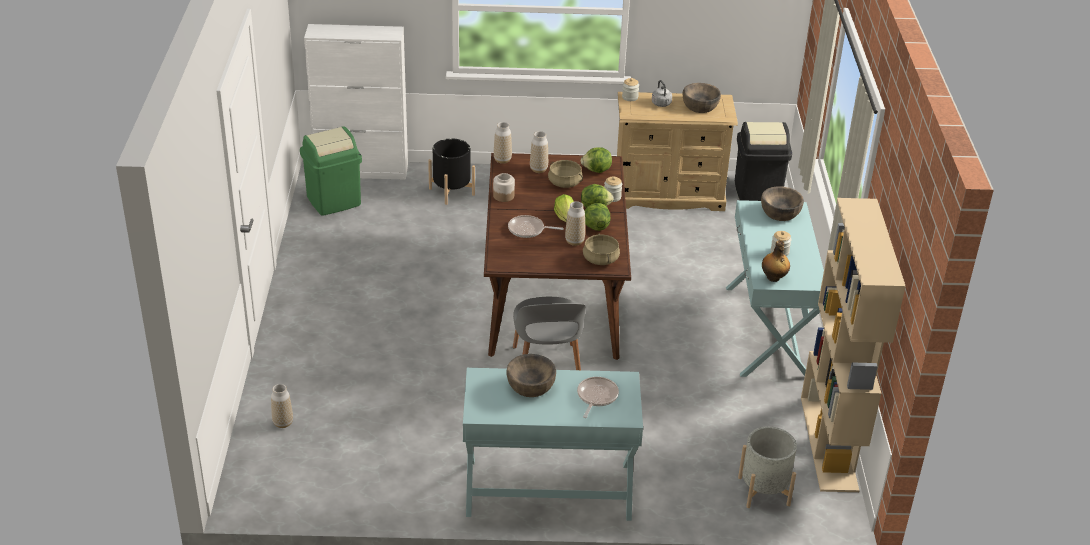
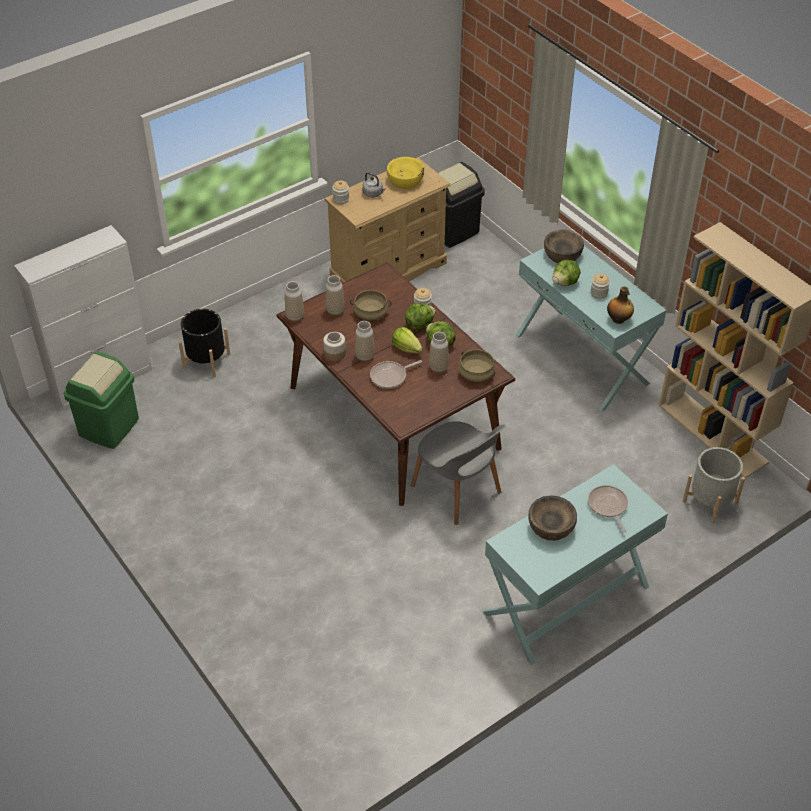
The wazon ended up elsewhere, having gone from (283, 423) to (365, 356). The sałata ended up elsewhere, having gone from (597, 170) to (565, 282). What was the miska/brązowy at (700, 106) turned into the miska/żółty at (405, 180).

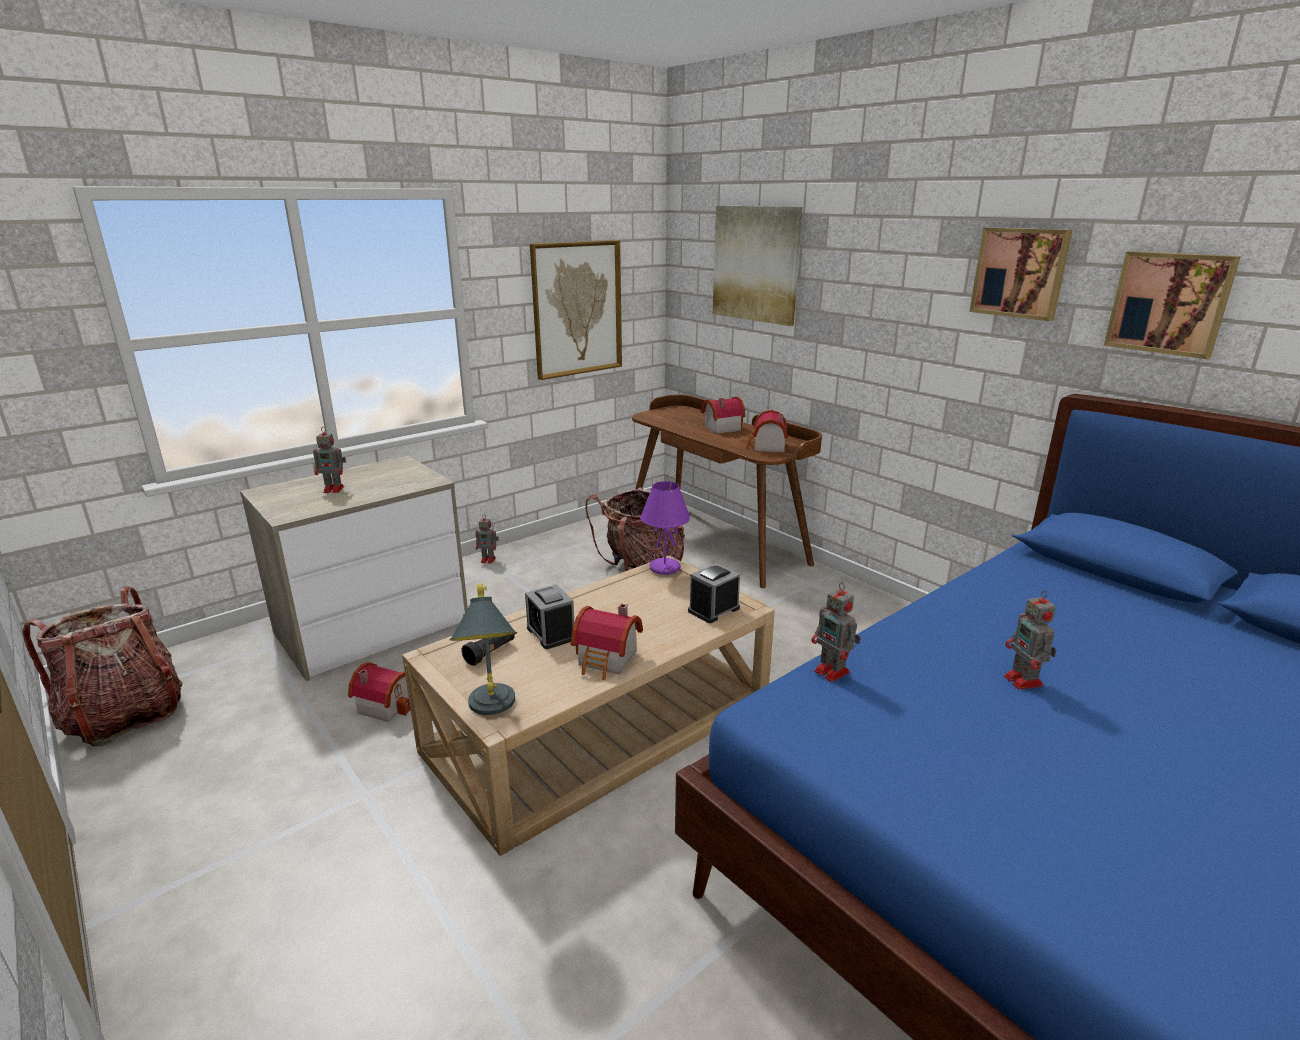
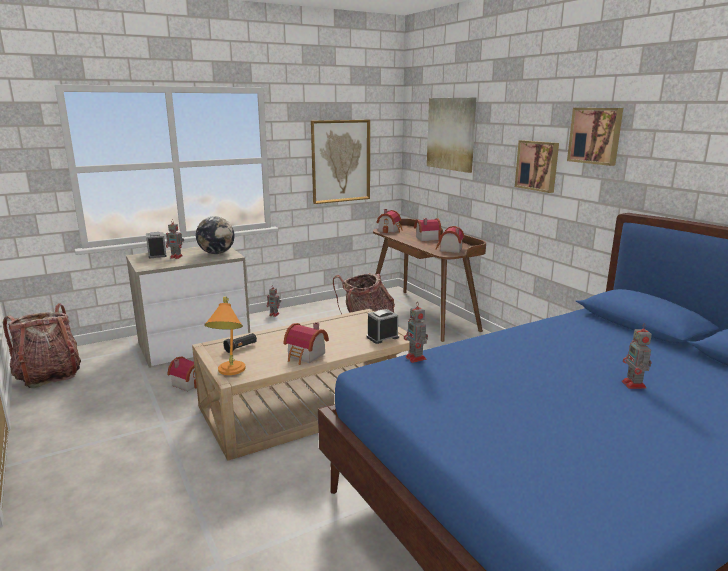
The second view lost the lampa stołowa/fioletowy at (664, 568). The second view gained the globus at (216, 253). The second view gained the domek at (390, 230). The budzik ended up elsewhere, having gone from (551, 633) to (157, 254). The robot zabawkowy ended up elsewhere, having gone from (1024, 682) to (634, 385). The obraz ended up elsewhere, having gone from (1169, 303) to (537, 165). What was the lampa stołowa/szary at (491, 711) turned into the lampa stołowa/pomarańczowy at (229, 374).

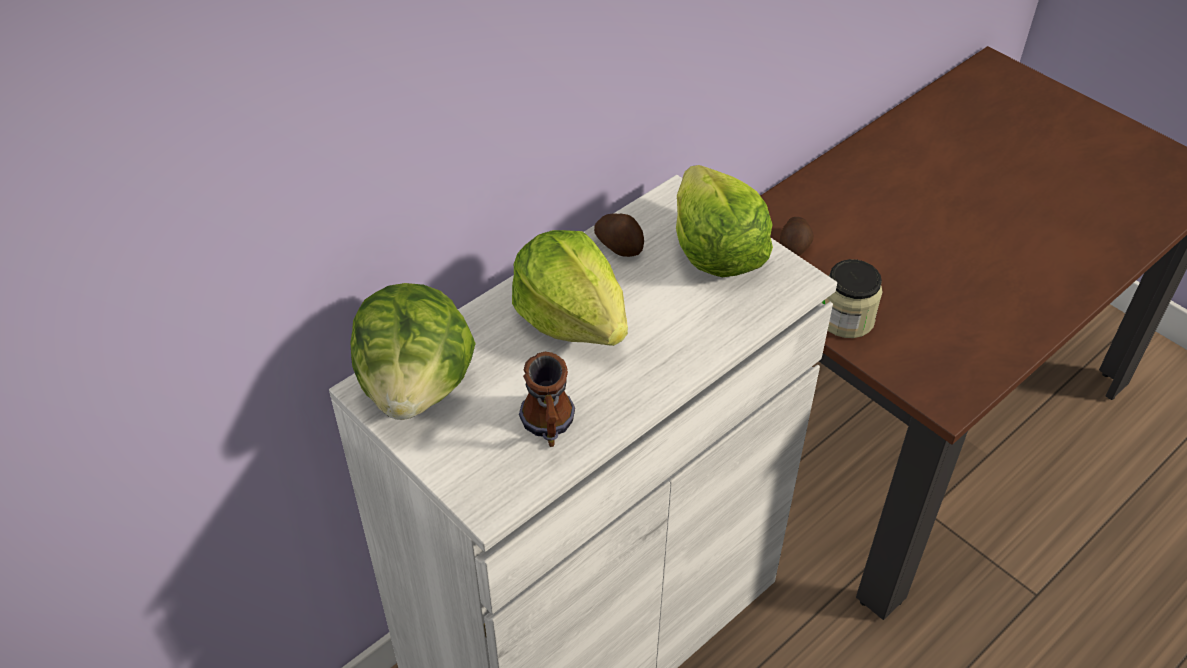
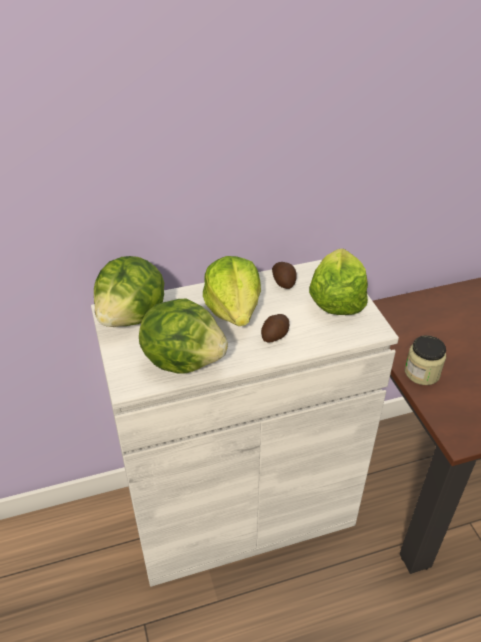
The ziemniak ended up elsewhere, having gone from (795, 246) to (276, 335). Where the kubek stood at (549, 428), the sałata came to stand at (184, 359).

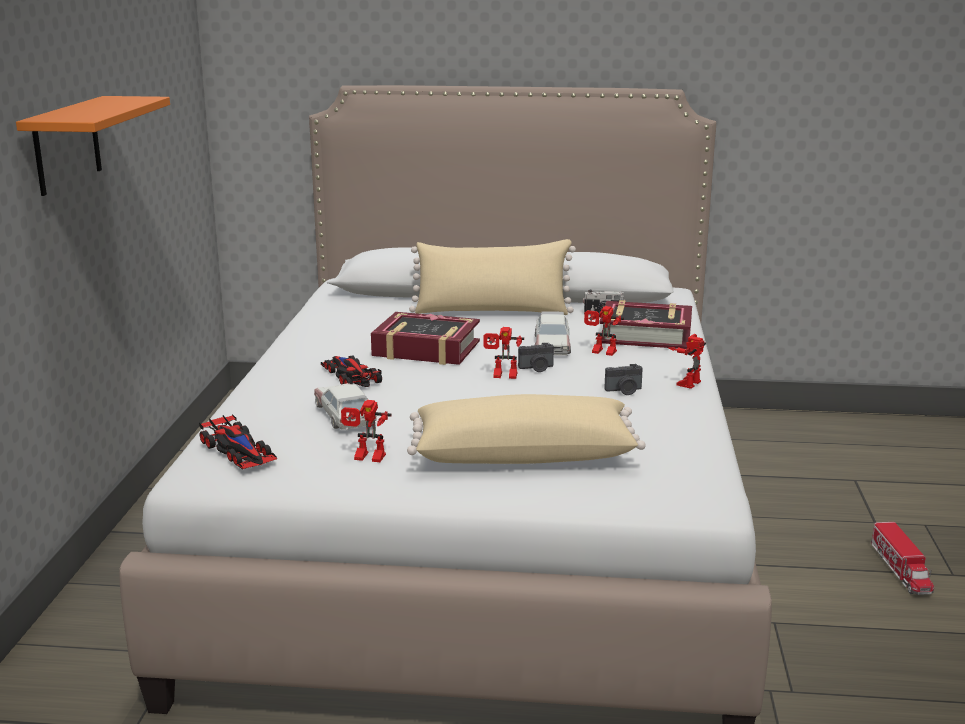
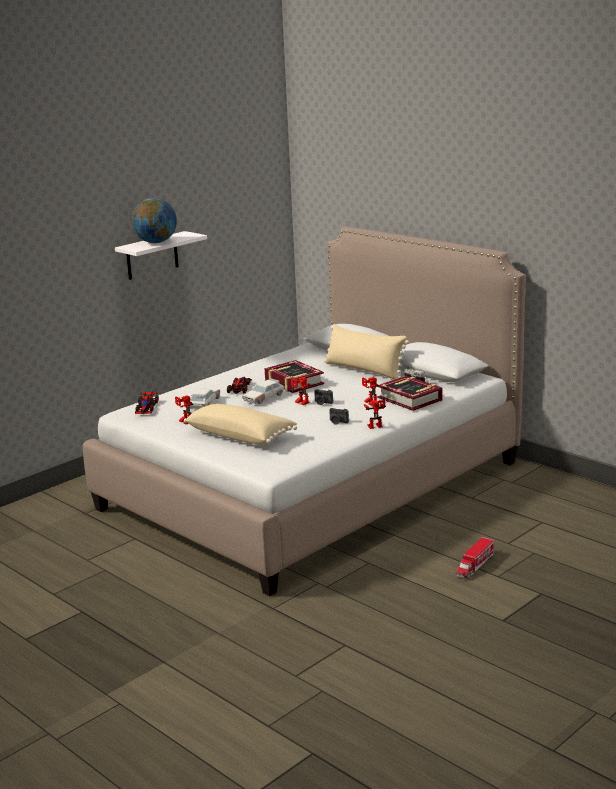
The second view gained the globus at (156, 242). The samochodzik ended up elsewhere, having gone from (552, 344) to (264, 397). What was the półka/pomarańczowy at (67, 145) turned into the półka/biały at (152, 256).

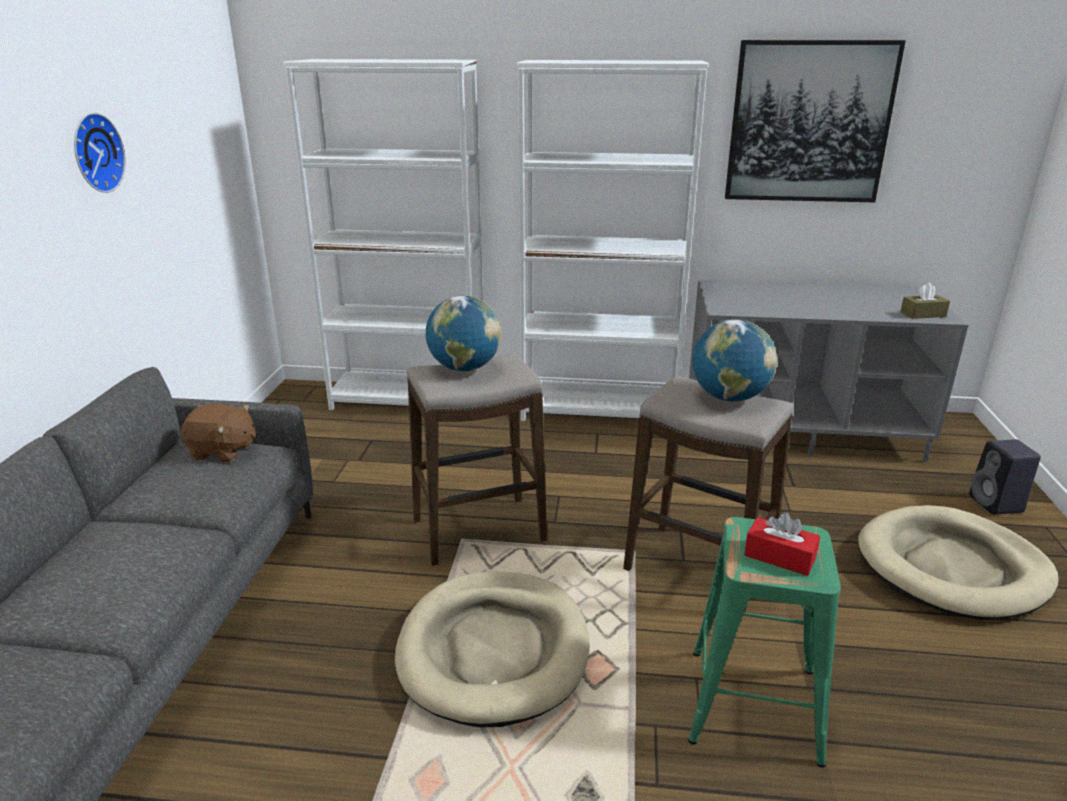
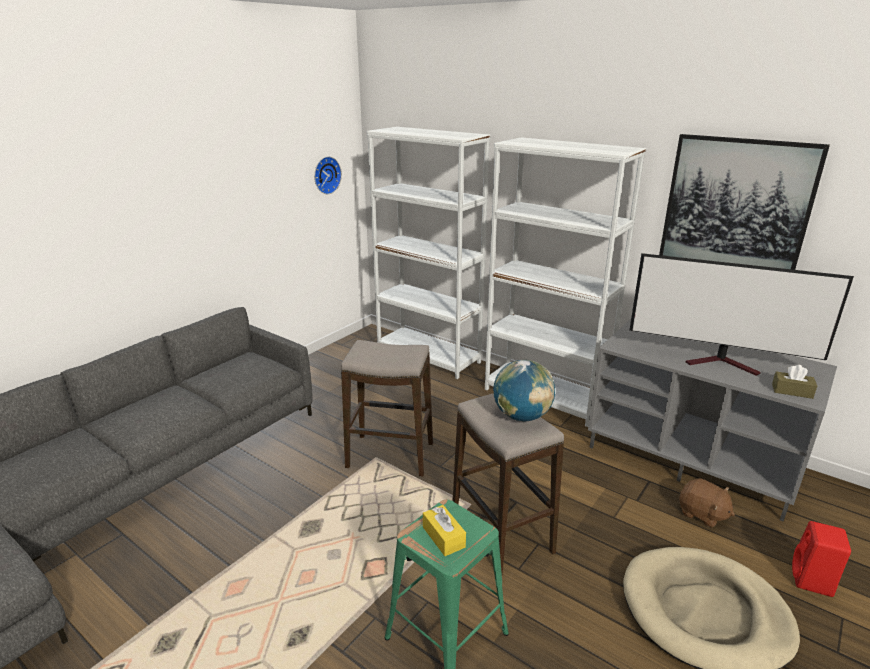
The second view lost the legowisko/beżowy at (494, 650). The second view lost the globus at (464, 368). The second view gained the telewizor at (723, 363). The zegar ścienny ended up elsewhere, having gone from (94, 153) to (325, 175). The pluszak/brązowy ended up elsewhere, having gone from (223, 451) to (702, 514). What was the pudełko chusteczek/czerwony at (779, 557) turned into the pudełko chusteczek/żółty at (443, 537). What was the głośnik/czarny at (997, 505) turned into the głośnik/czerwony at (812, 581).

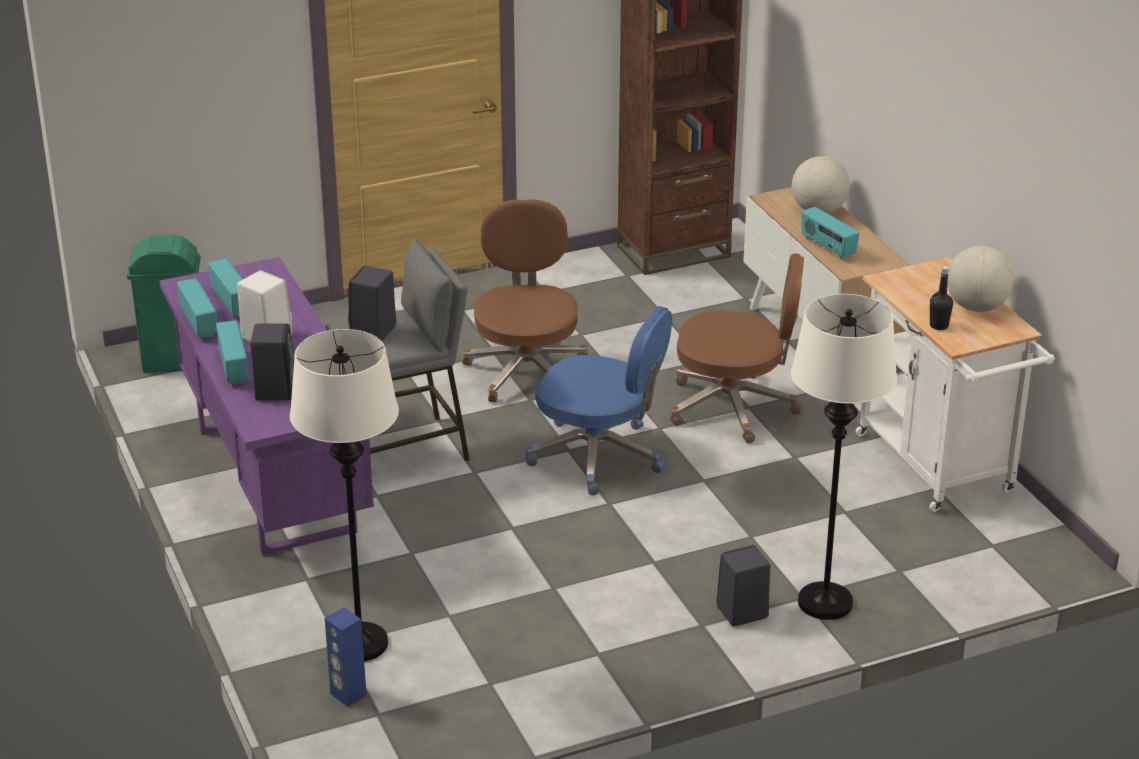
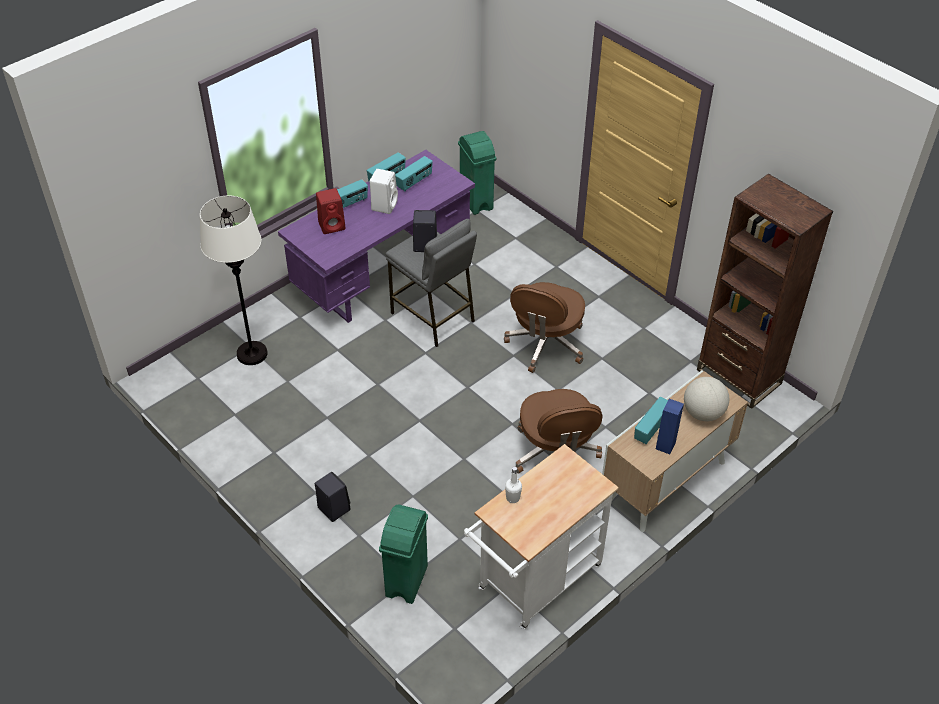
The second view lost the krzesło biurowe/niebieski at (599, 456). The second view lost the lampa stojąca/biały at (825, 603). The second view lost the globus at (976, 307). The second view gained the kosz na śmieci/zielony at (406, 581). The głośnik/niebieski ended up elsewhere, having gone from (348, 695) to (665, 445). What was the głośnik/czarny at (275, 389) turned into the głośnik/czerwony at (332, 225). What was the butelka/czarny at (939, 325) turned into the butelka/biały at (513, 498). The krzesło biurowe/brązowy at (526, 370) ended up facing another way, 135 degrees clockwise from before.

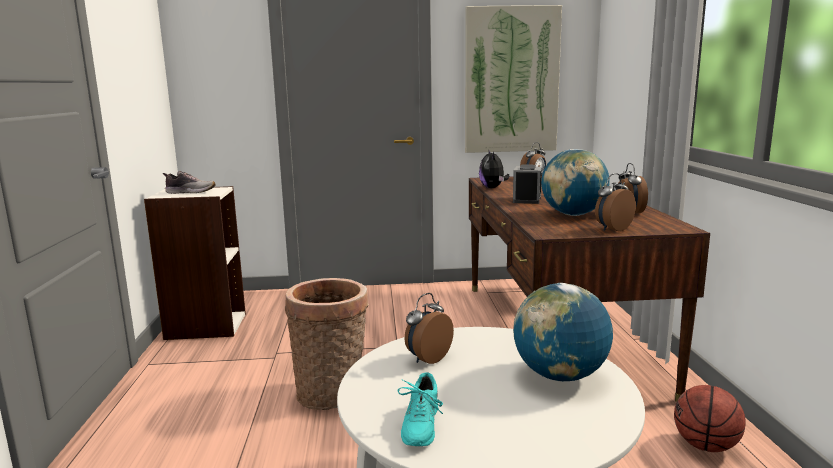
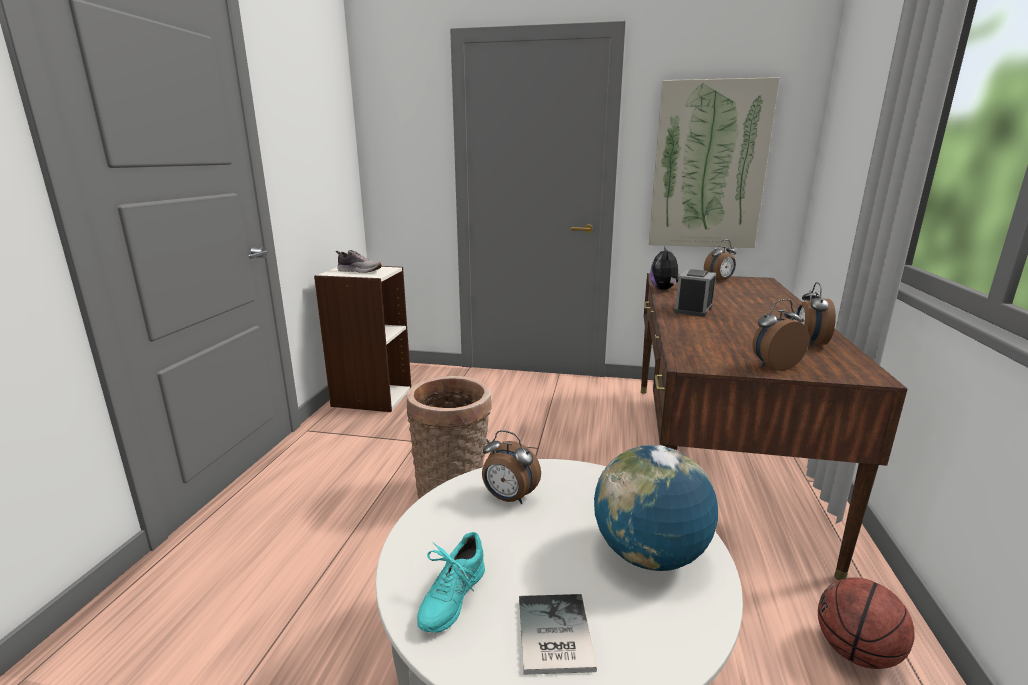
The second view lost the globus at (573, 215). The second view gained the książka at (552, 636). The budzik at (427, 358) ended up facing another way, 120 degrees counterclockwise from before.

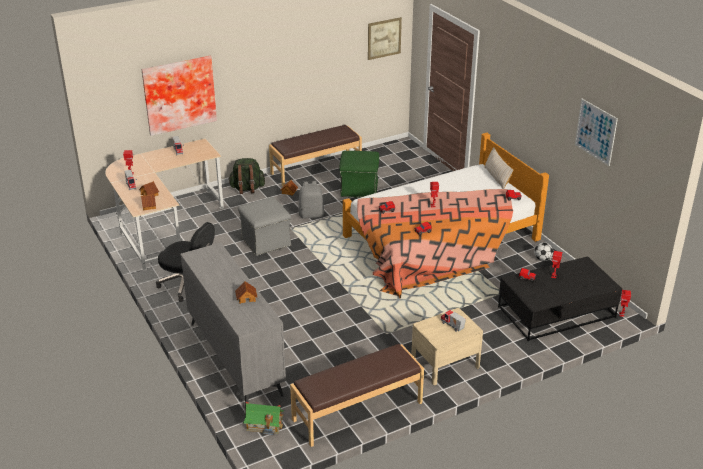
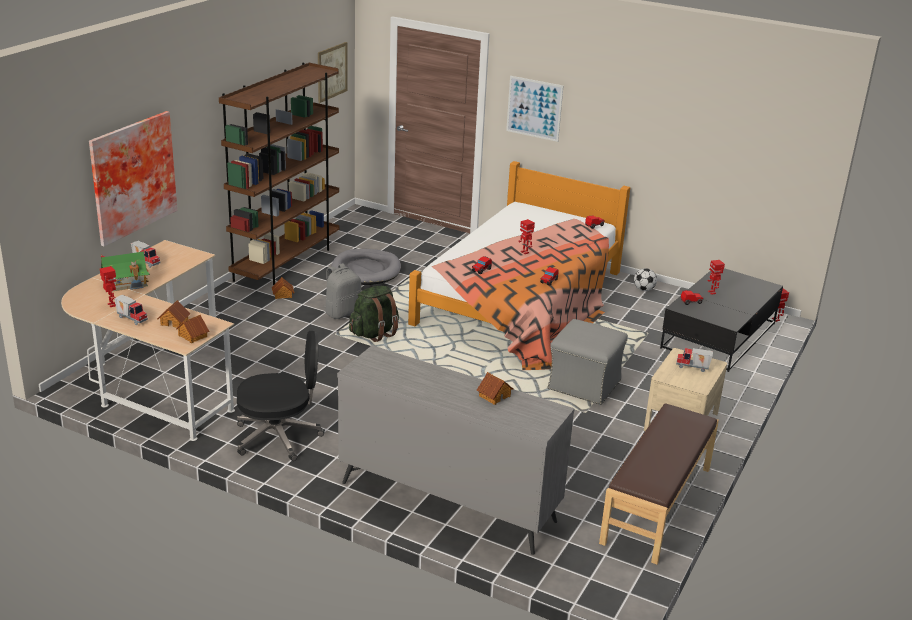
The second view lost the poduszka/beżowy at (497, 178). The plecak/zielony ended up elsewhere, having gone from (247, 189) to (374, 333). The pufa/szary ended up elsewhere, having gone from (265, 241) to (583, 384). The domek ended up elsewhere, having gone from (264, 424) to (125, 283). The obraz ended up elsewhere, having gone from (595, 132) to (534, 108). Where the ławka/brązowy stood at (316, 169), the regał/brązowy came to stand at (286, 262). Where the pufa/zielony stood at (359, 189), the legowisko/szary came to stand at (366, 270).

